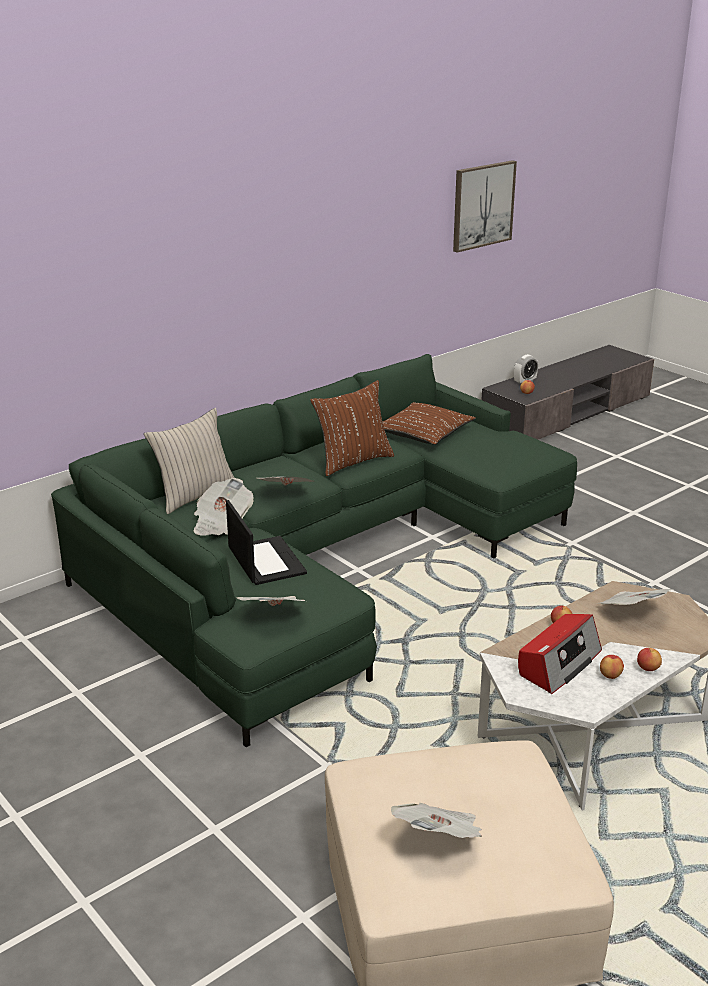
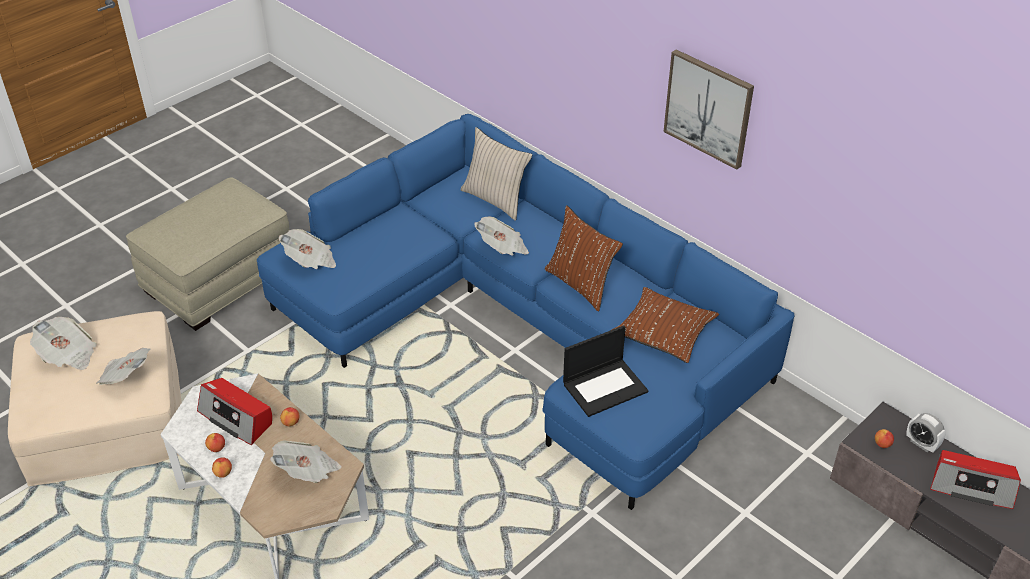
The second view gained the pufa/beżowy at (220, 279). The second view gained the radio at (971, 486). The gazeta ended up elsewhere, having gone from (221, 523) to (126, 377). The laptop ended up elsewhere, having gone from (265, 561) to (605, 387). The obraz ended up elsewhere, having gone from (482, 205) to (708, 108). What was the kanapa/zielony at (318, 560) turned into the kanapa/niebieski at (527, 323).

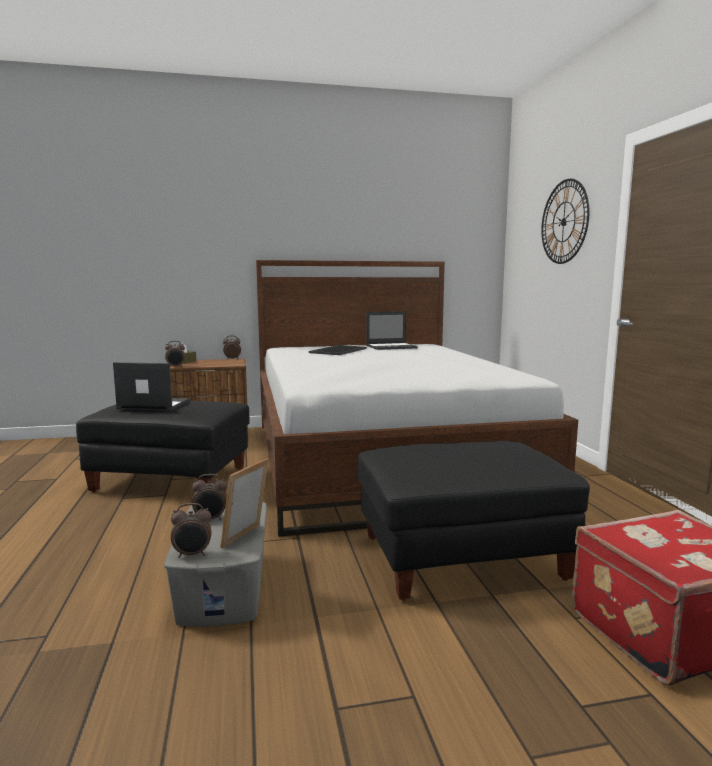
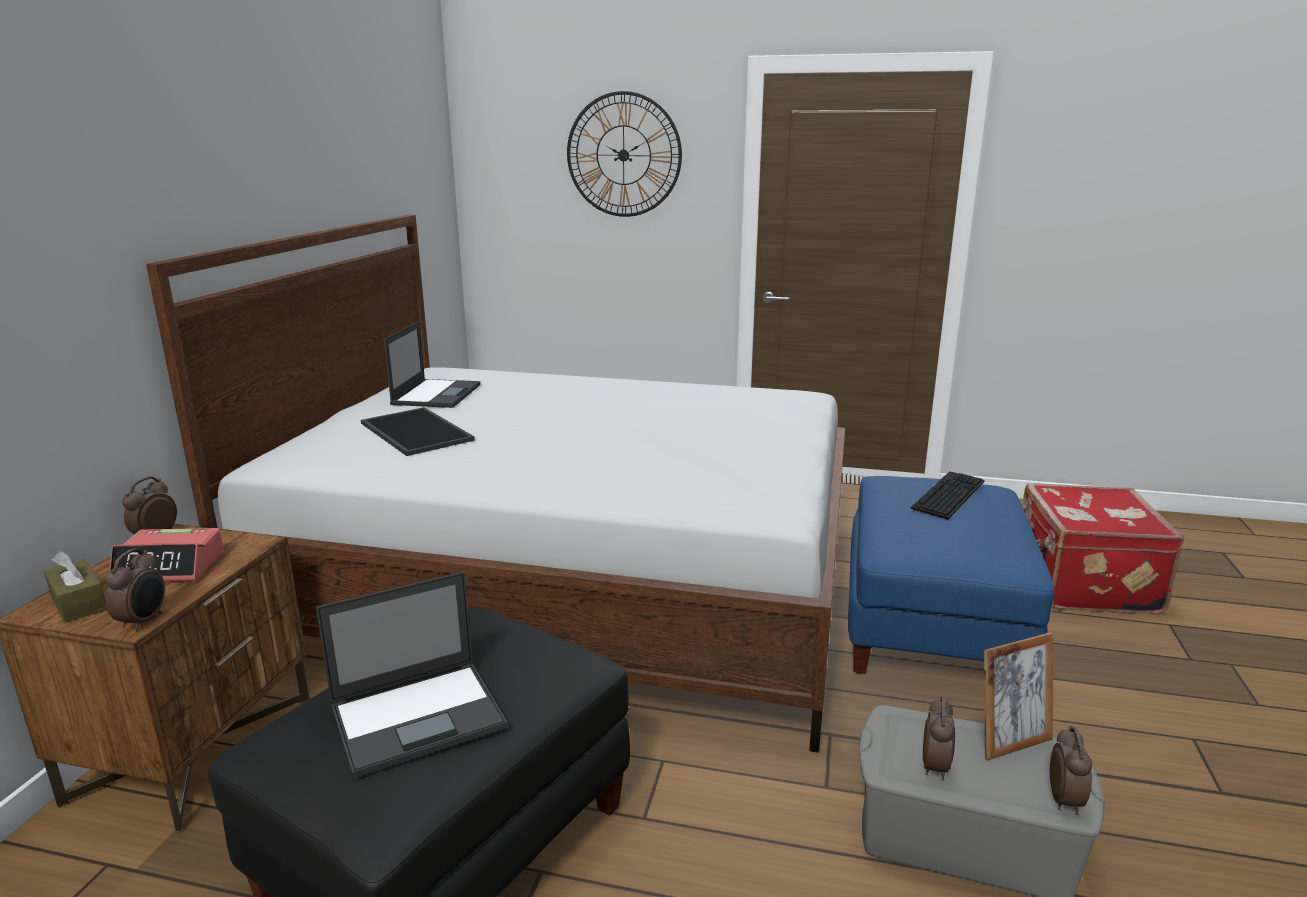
The second view gained the budzik at (170, 567). The second view gained the klawiatura at (947, 494). What was the pufa/czarny at (461, 557) turned into the pufa/niebieski at (930, 628). The laptop at (153, 404) ended up facing another way, 150 degrees counterclockwise from before. The ramka na zdjęcie at (246, 537) ended up facing another way, 75 degrees counterclockwise from before.

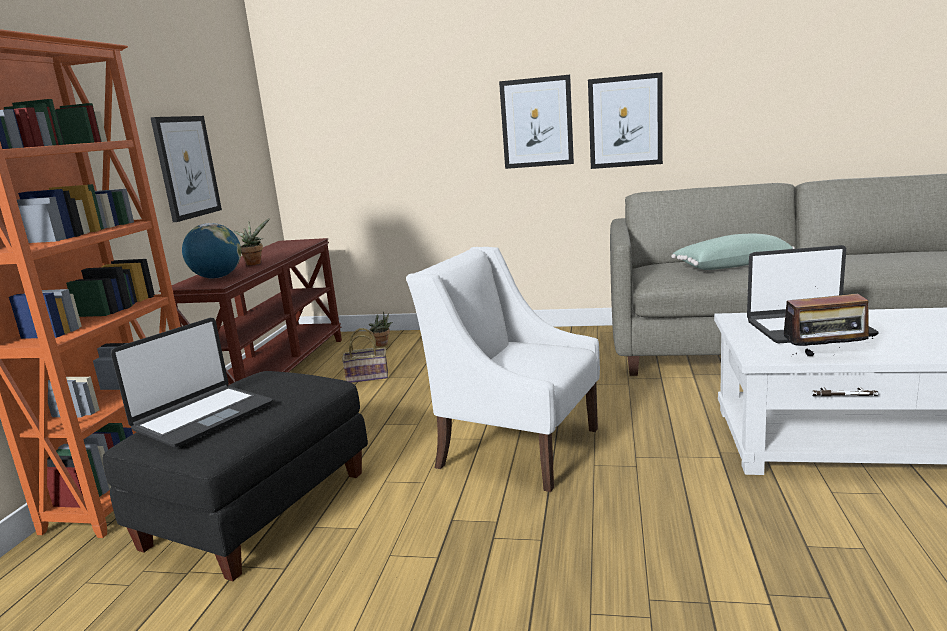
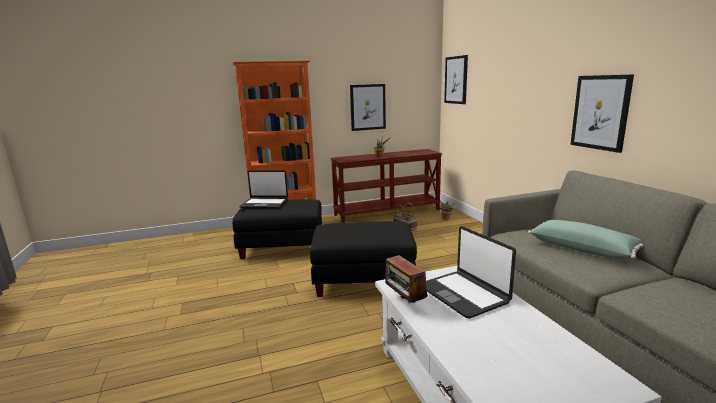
The second view lost the globus at (217, 277). The obraz ended up elsewhere, having gone from (537, 122) to (456, 80). Where the fotel/biały stood at (517, 447), the pufa/czarny came to stand at (364, 280).

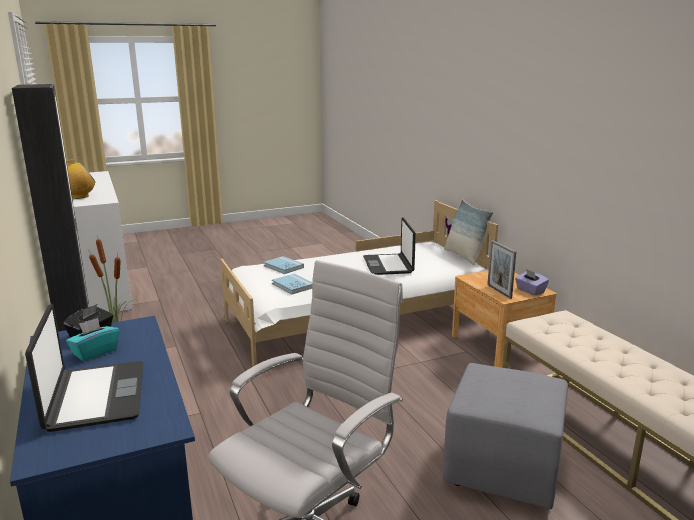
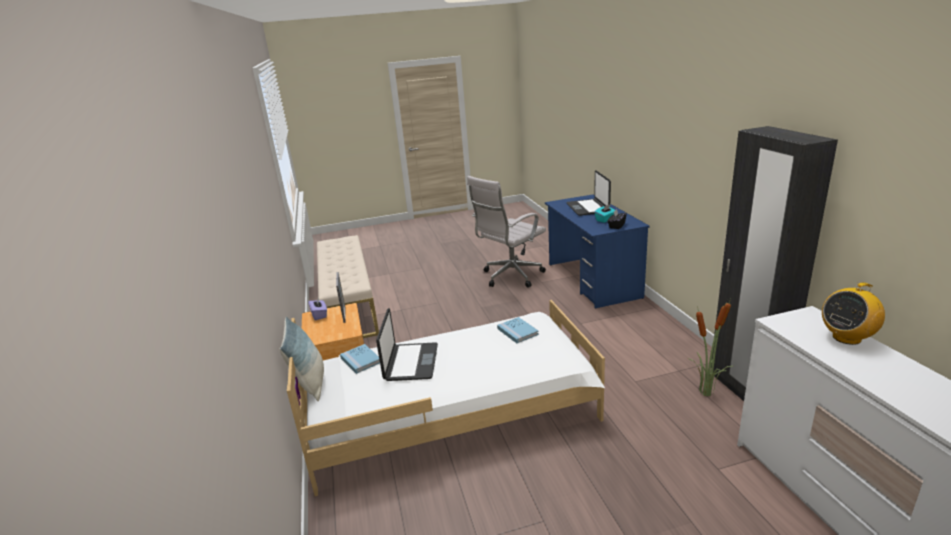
The second view lost the pufa/szary at (503, 469). The książka/niebieski ended up elsewhere, having gone from (283, 267) to (360, 360).

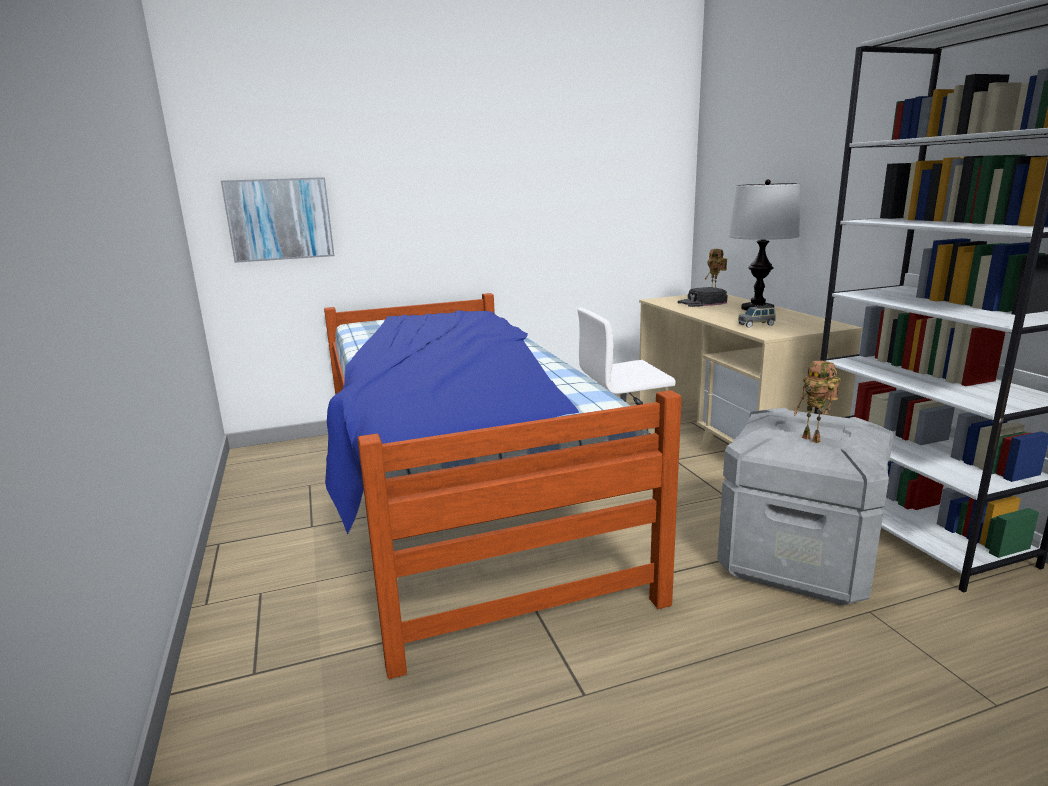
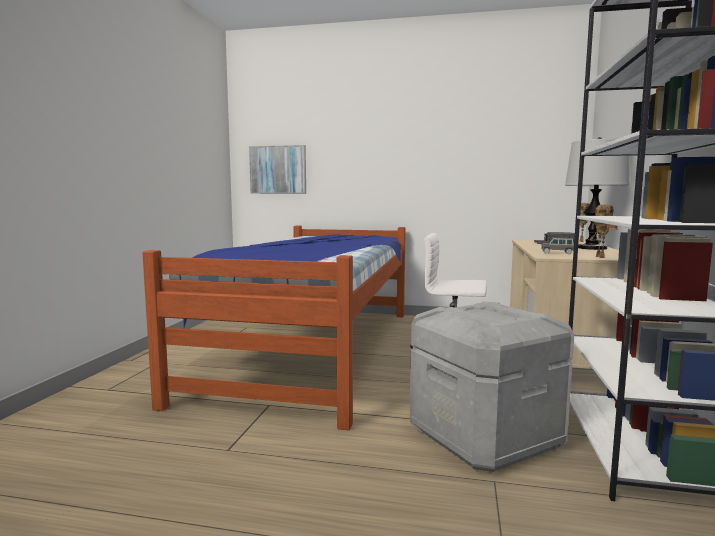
The robot zabawkowy ended up elsewhere, having gone from (813, 439) to (602, 257).

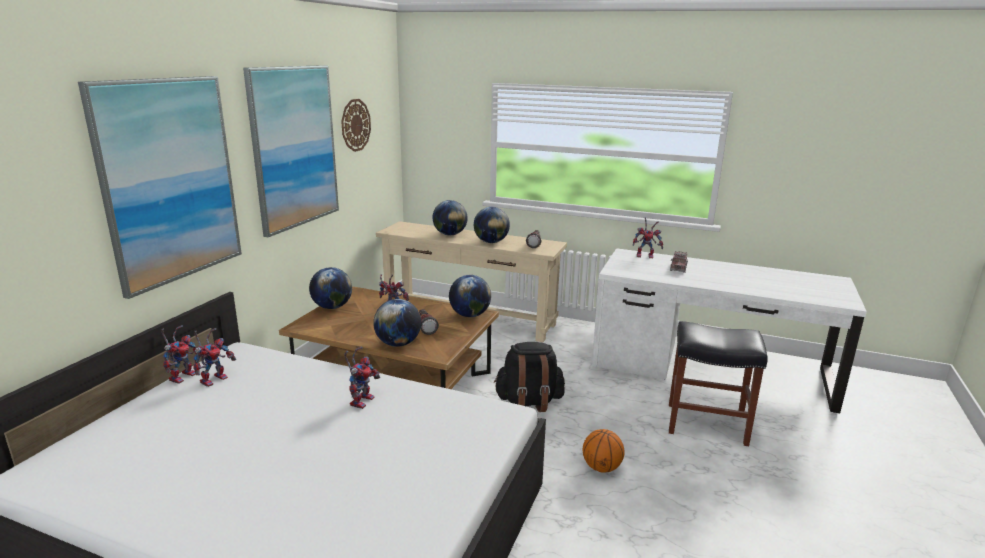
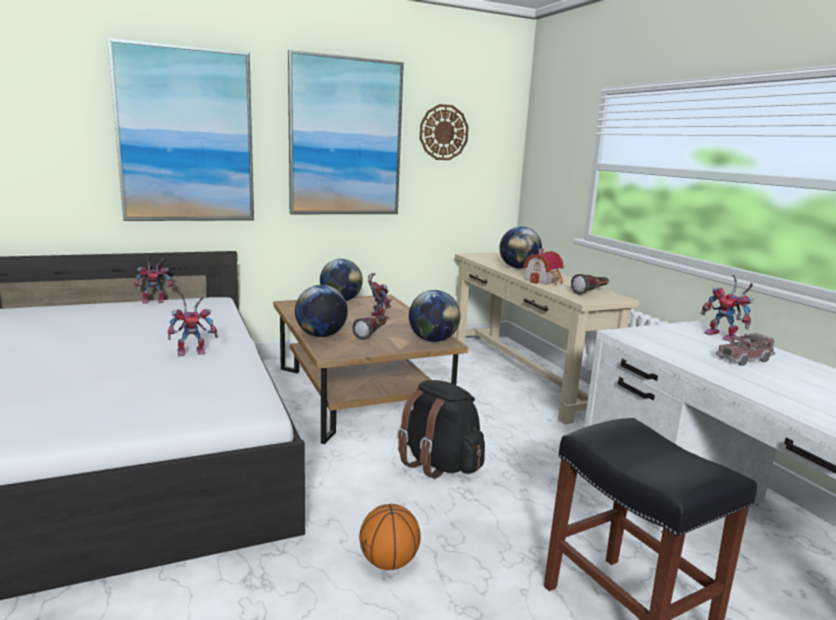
The second view lost the robot zabawkowy at (214, 378). Where the globus stood at (491, 242), the domek came to stand at (544, 280).

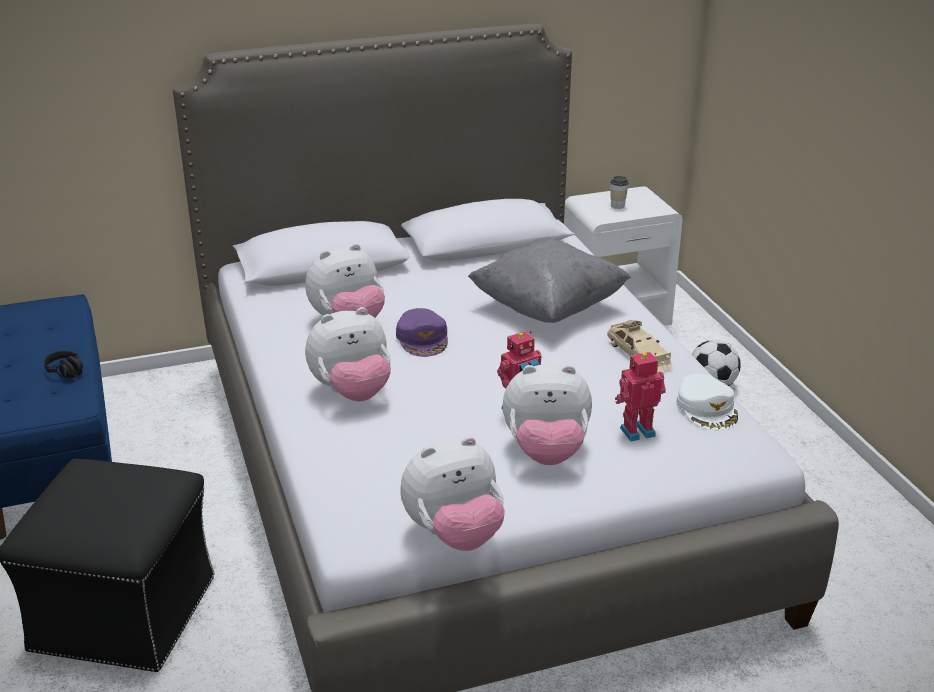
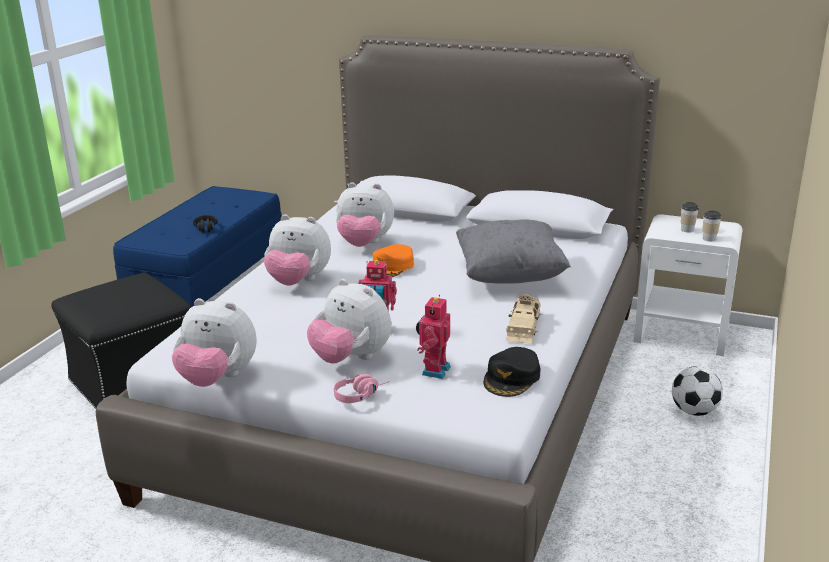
The second view gained the słuchawki/różowy at (361, 395). The second view gained the filiżanka at (709, 238). What was the czapka z daszkiem/fioletowy at (423, 339) turned into the czapka z daszkiem/pomarańczowy at (391, 267). What was the czapka z daszkiem/biały at (707, 408) turned into the czapka z daszkiem/czarny at (512, 378). The robot zabawkowy at (636, 430) ended up facing another way, 90 degrees counterclockwise from before.

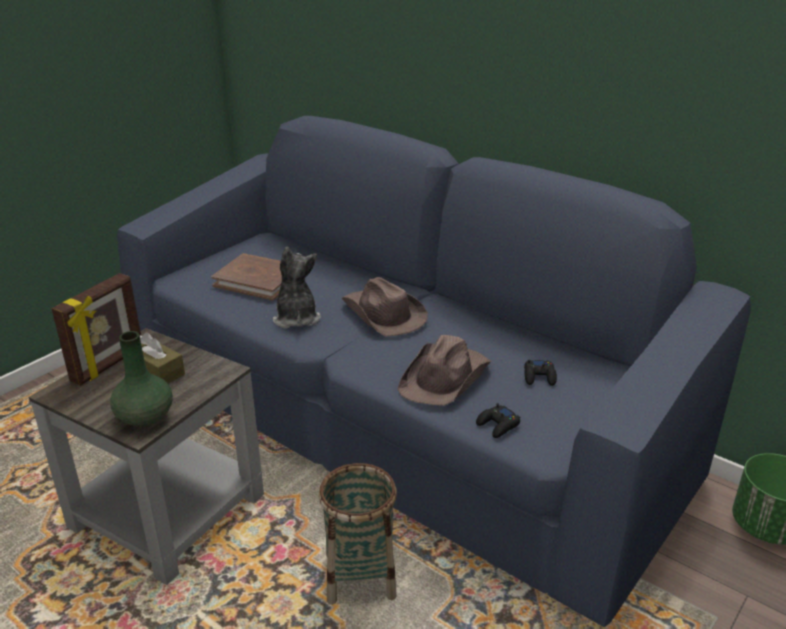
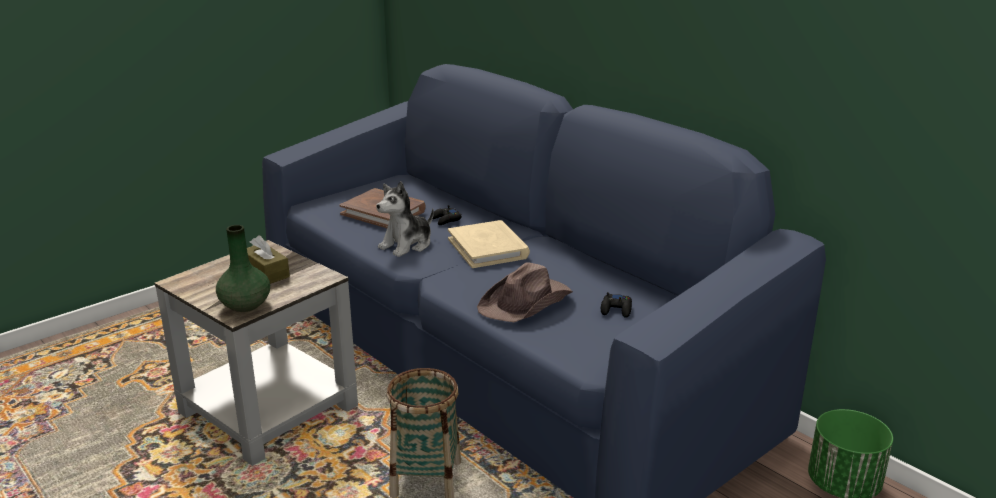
The second view lost the ramka na zdjęcie at (109, 365). The pad do gier/czarny ended up elsewhere, having gone from (498, 425) to (446, 220). Where the kapelusz/brązowy stood at (383, 314), the książka/beżowy came to stand at (488, 248). The pluszak at (296, 318) ended up facing another way, 135 degrees counterclockwise from before.

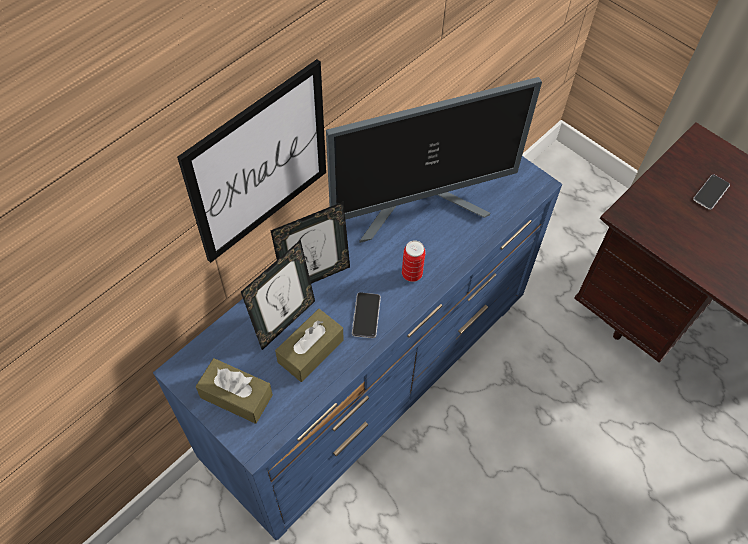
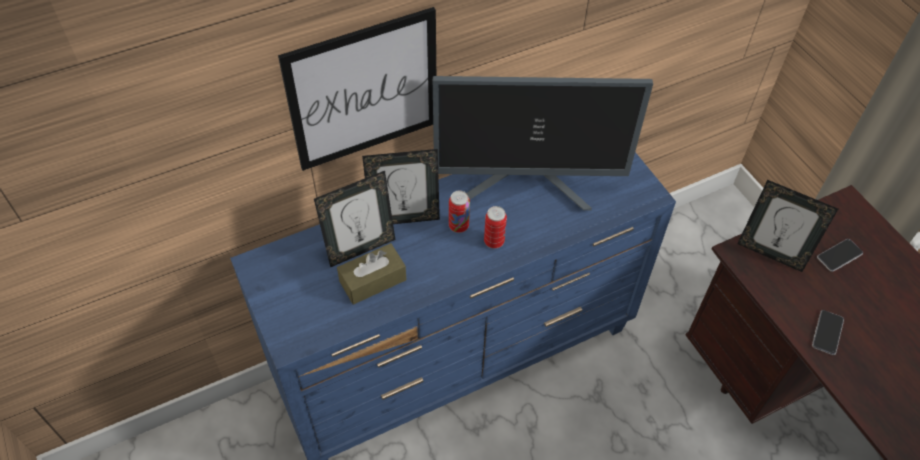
The second view lost the pudełko chusteczek/brązowy at (236, 396). The second view gained the puszka at (458, 226). The second view gained the ramka na zdjęcie at (771, 253). The telefon ended up elsewhere, having gone from (366, 315) to (827, 333).

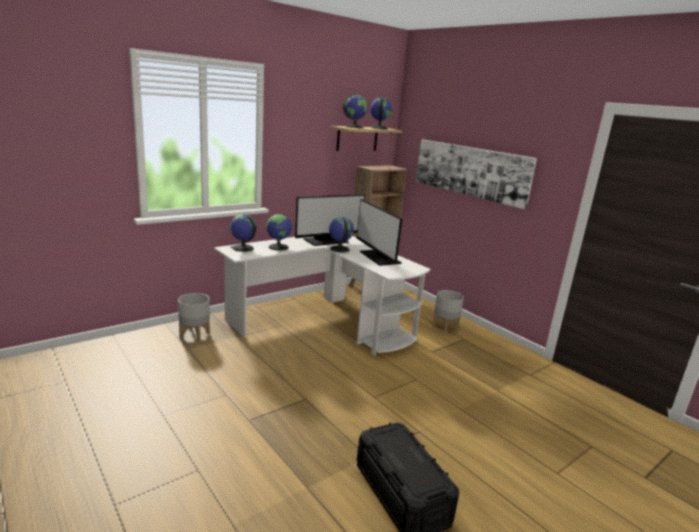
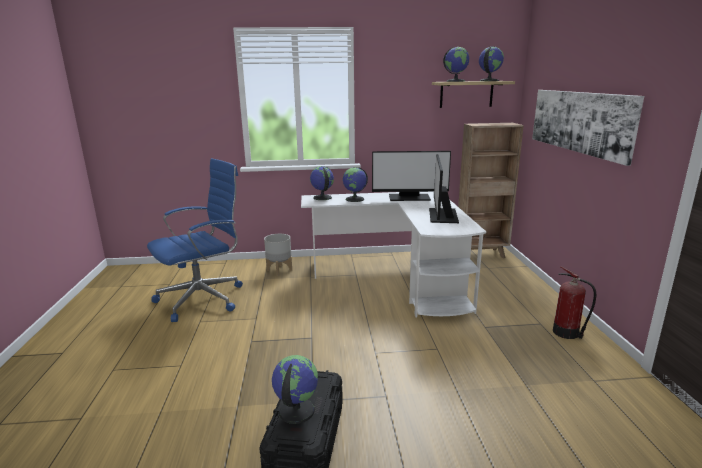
The second view lost the donica/szary at (445, 327). The second view gained the krzesło biurowe/niebieski at (204, 298). The second view gained the gaśnica at (567, 333). The globus ended up elsewhere, having gone from (339, 249) to (296, 411).

